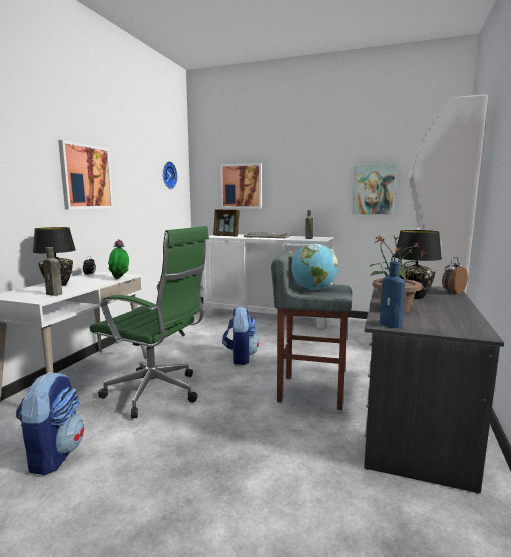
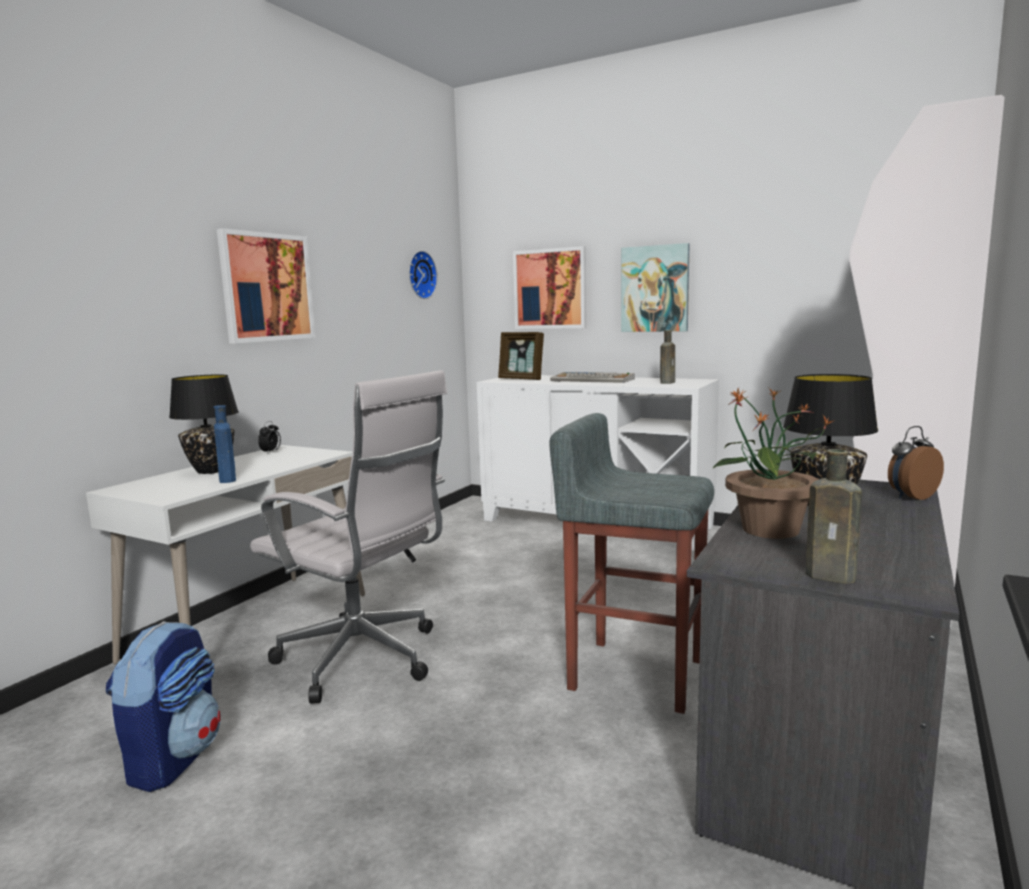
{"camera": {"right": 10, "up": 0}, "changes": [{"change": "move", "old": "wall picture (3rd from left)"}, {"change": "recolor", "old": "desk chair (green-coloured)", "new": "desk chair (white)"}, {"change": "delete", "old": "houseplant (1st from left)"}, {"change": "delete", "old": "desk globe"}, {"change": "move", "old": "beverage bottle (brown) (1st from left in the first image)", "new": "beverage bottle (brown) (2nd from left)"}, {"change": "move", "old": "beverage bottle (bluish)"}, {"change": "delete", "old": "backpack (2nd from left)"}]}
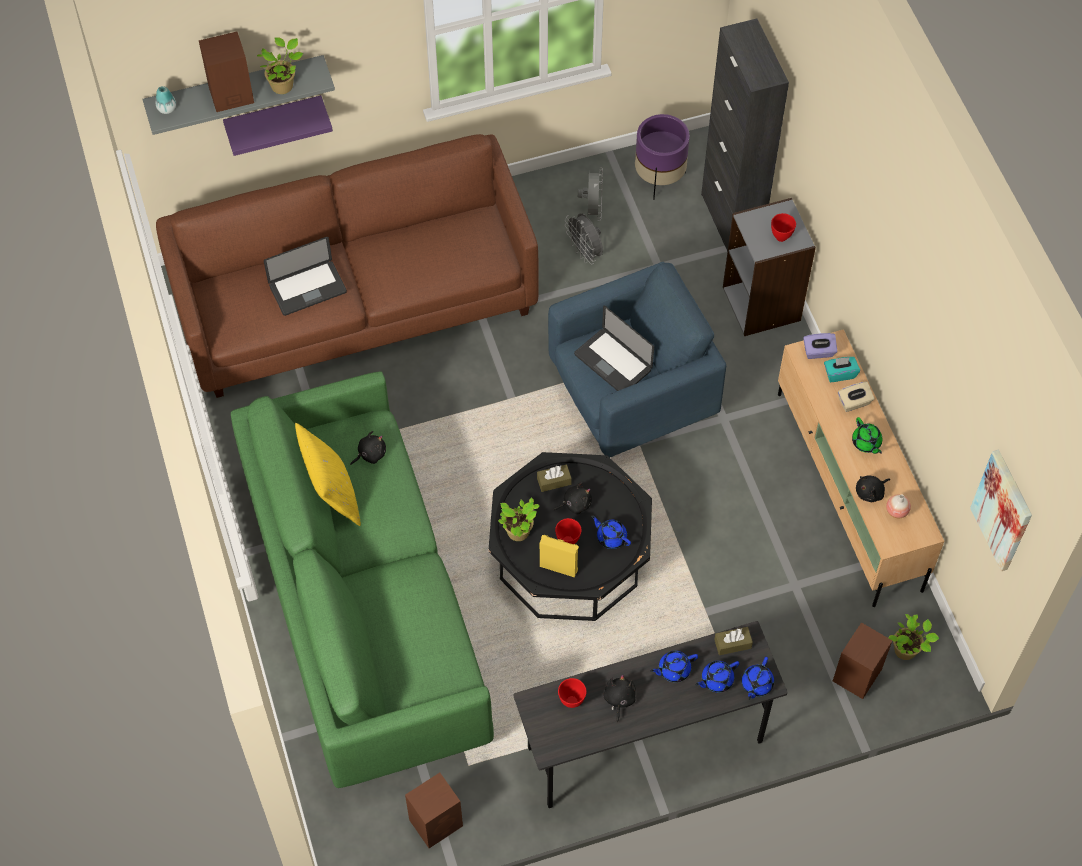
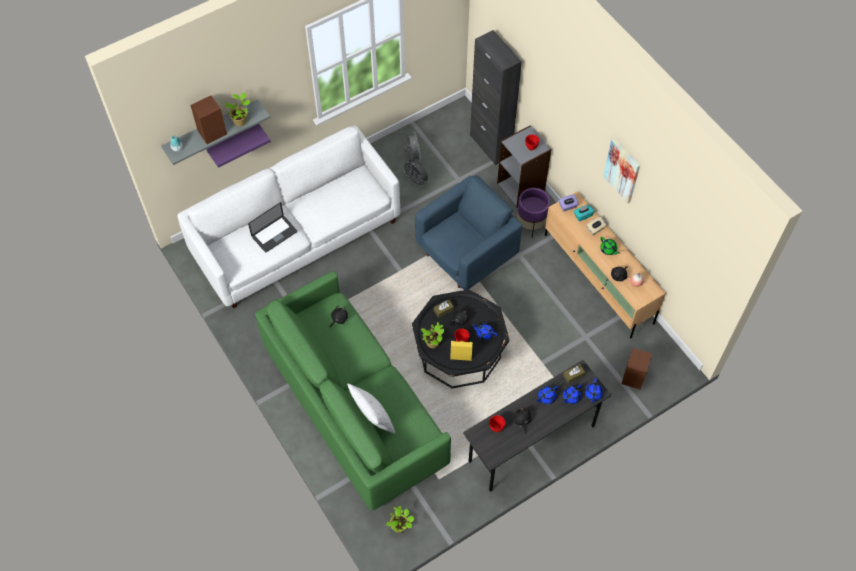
{"camera": {"right": -15, "up": 0}, "changes": [{"change": "move", "old": "flower pot (purplish)"}, {"change": "recolor", "old": "couch (brown)", "new": "couch (white)"}, {"change": "delete", "old": "portable computer (2nd from left)"}, {"change": "delete", "old": "throw pillow (yellow-coloured)"}, {"change": "move", "old": "wall picture"}, {"change": "move", "old": "houseplant (3rd from left in the first image)", "new": "houseplant (2nd from left)"}, {"change": "delete", "old": "speaker (brown) (2nd from left)"}, {"change": "insert", "new": "throw pillow (white)"}]}
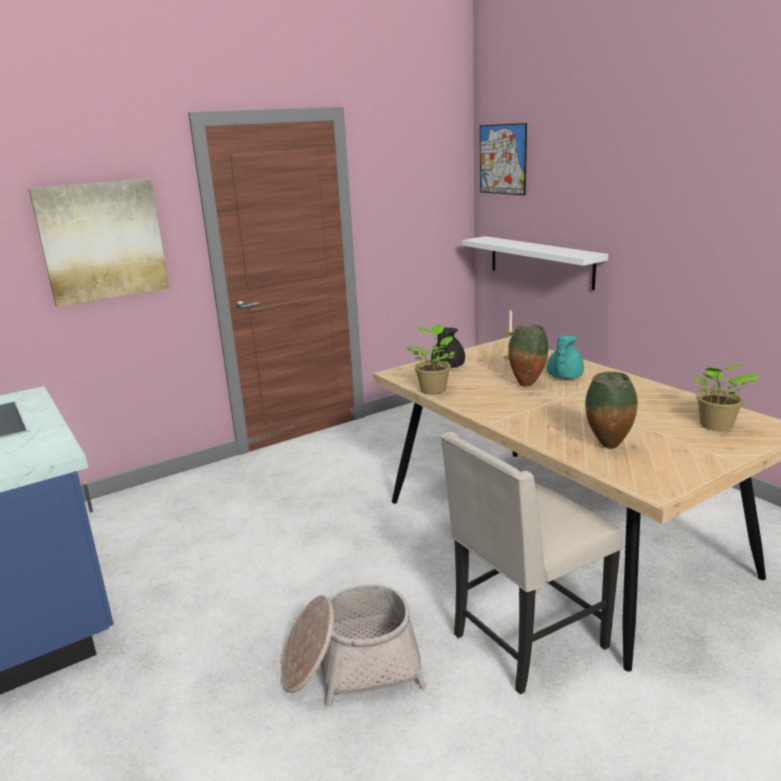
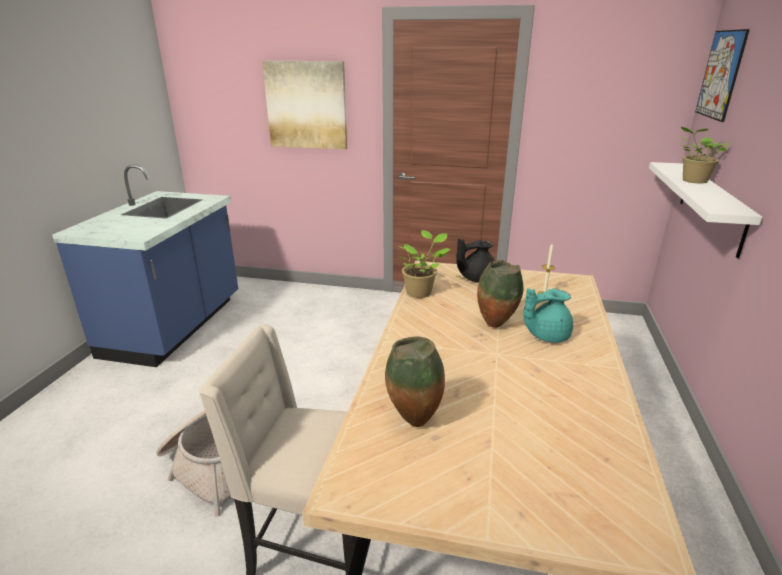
{"camera": {"right": 45, "up": 5}, "changes": [{"change": "move", "old": "houseplant (2nd from left)"}]}
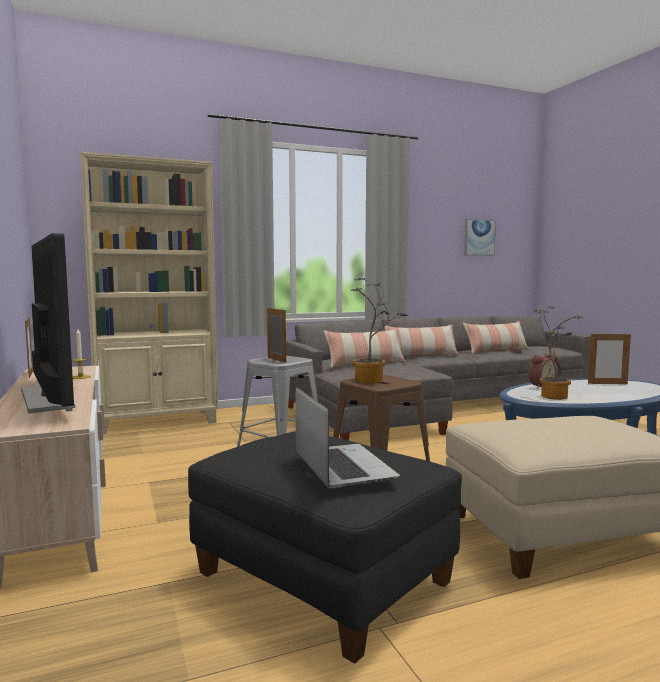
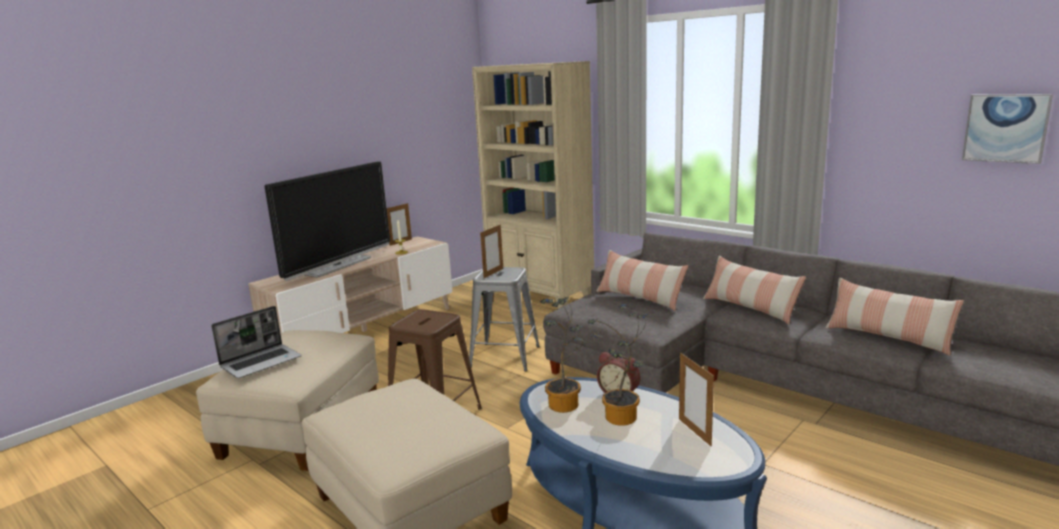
{"camera": {"right": 65, "up": 10}, "changes": [{"change": "move", "old": "houseplant (1st from left in the first image)", "new": "houseplant (2nd from left)"}, {"change": "recolor", "old": "ottoman (black-coloured)", "new": "ottoman (sand-coloured) (1st from left)"}]}
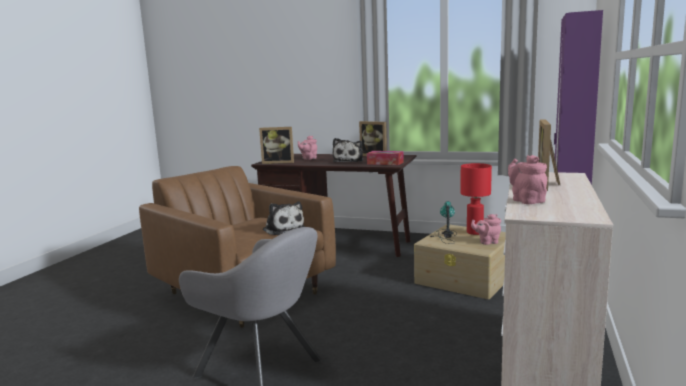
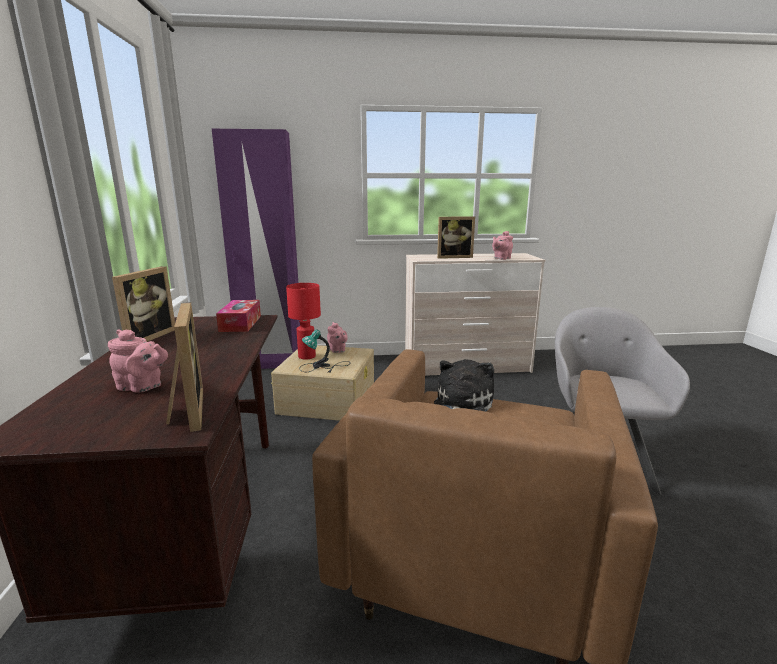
{"camera": {"right": -115, "up": 5}, "changes": [{"change": "delete", "old": "soft toy (2nd from left)"}]}
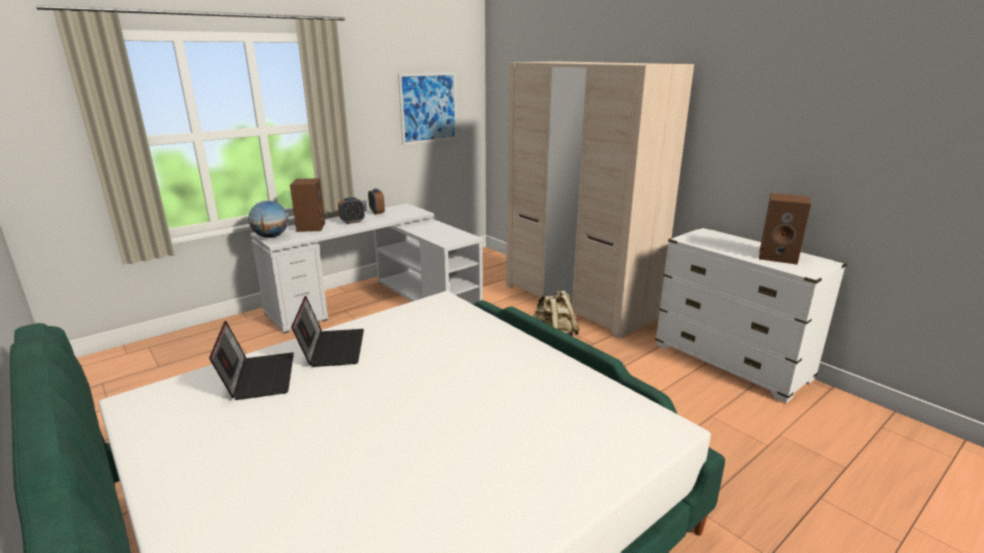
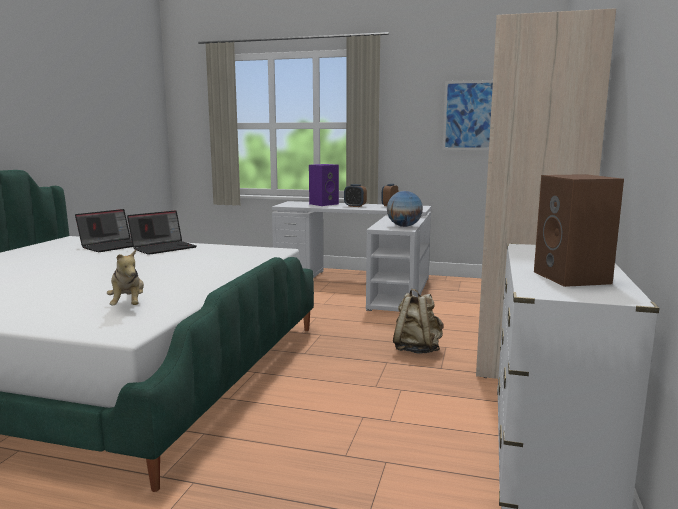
{"camera": {"right": 55, "up": -10}, "changes": [{"change": "recolor", "old": "speaker (brown) (1st from left)", "new": "speaker (purplish)"}, {"change": "move", "old": "desk globe"}, {"change": "insert", "new": "soft toy"}]}
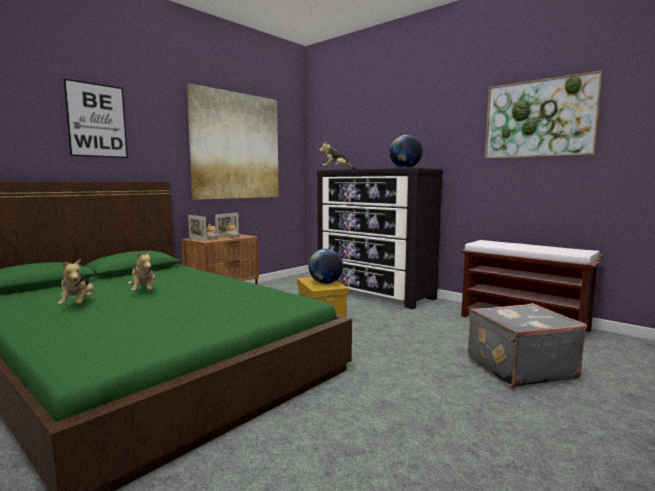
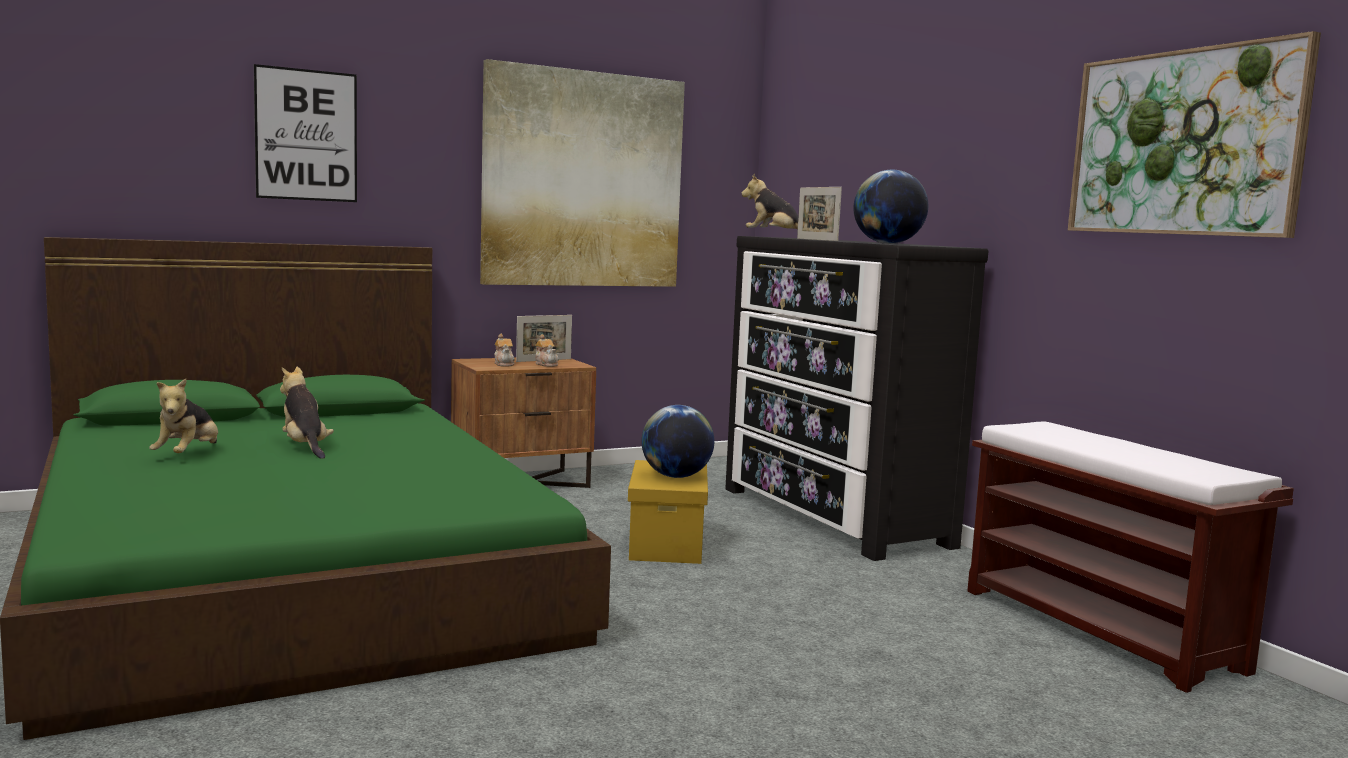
{"camera": {"right": 20, "up": 0}, "changes": [{"change": "move", "old": "standing frame (1st from left in the first image)", "new": "standing frame (2nd from left)"}, {"change": "rotate", "old": "soft toy (2nd from left)", "degrees": 150}, {"change": "delete", "old": "piece of luggage (gray)"}]}
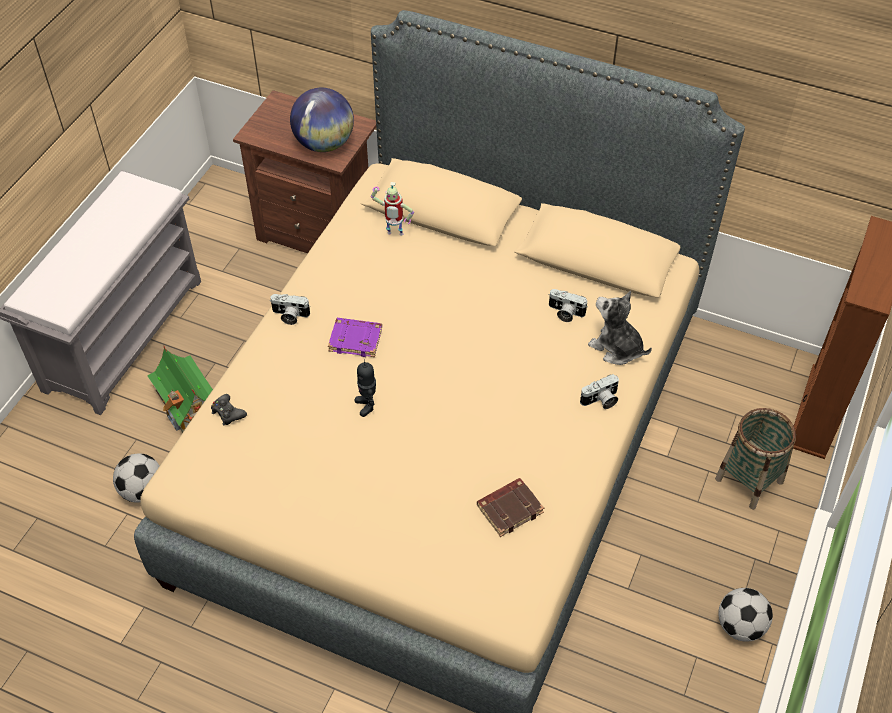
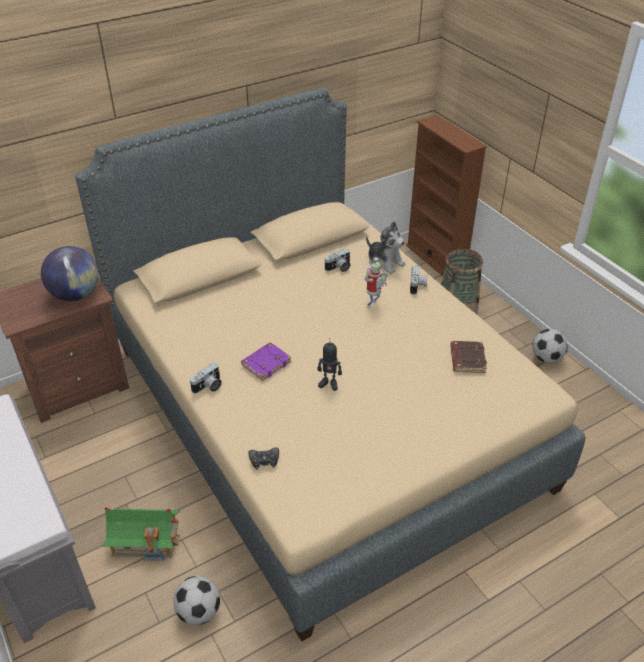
{"camera": {"right": -55, "up": -10}, "changes": [{"change": "move", "old": "model robot (2nd from left)"}, {"change": "rotate", "old": "soft toy", "degrees": -120}]}
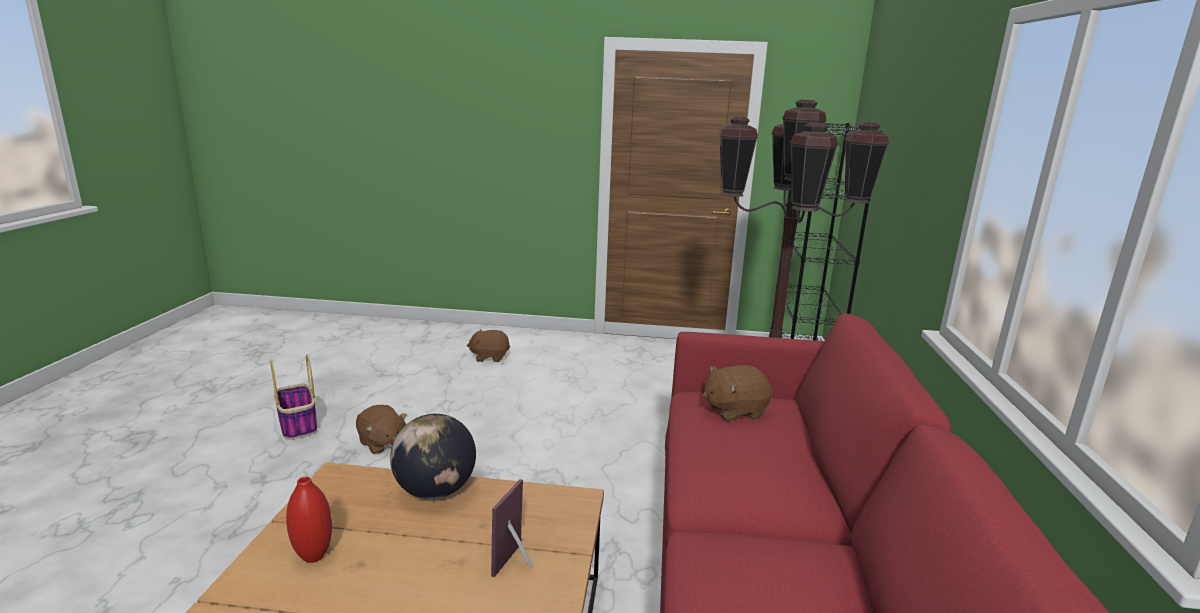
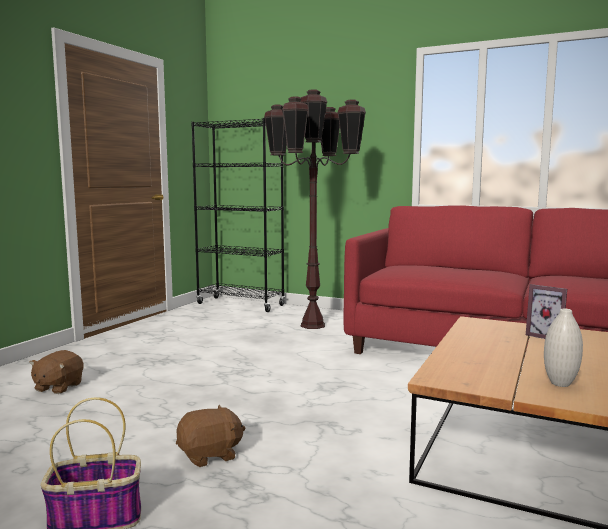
{"camera": {"right": -70, "up": -10}, "changes": [{"change": "delete", "old": "soft toy (brown) (3rd from left)"}, {"change": "delete", "old": "desk globe"}, {"change": "recolor", "old": "decorative vase (red-coloured)", "new": "decorative vase (white)"}]}
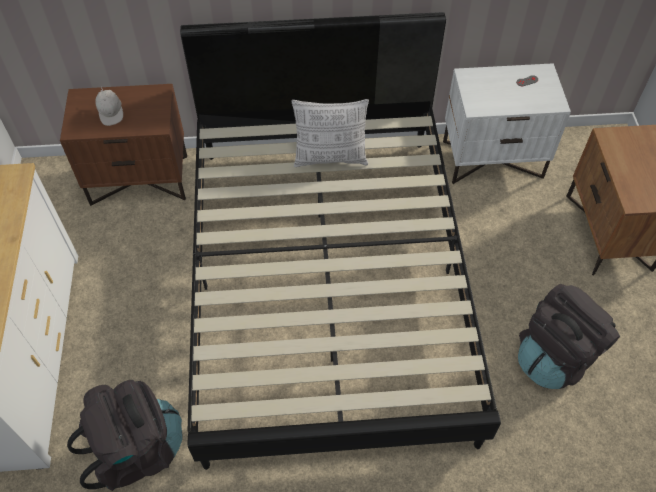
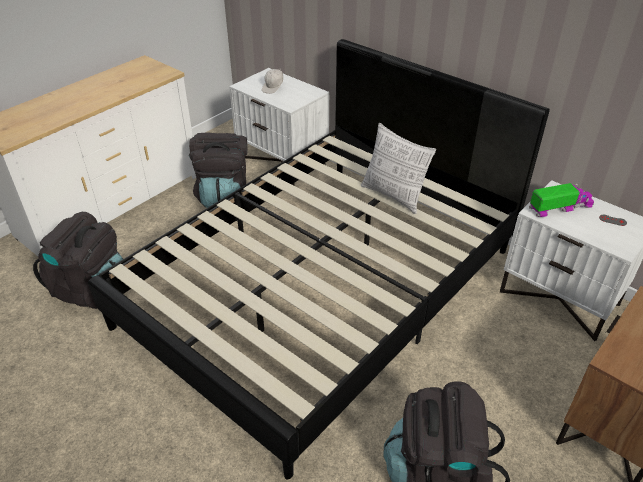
{"camera": {"right": 45, "up": -15}, "changes": [{"change": "recolor", "old": "night table (brown) (1st from left)", "new": "night table (white) (1st from left)"}, {"change": "insert", "new": "backpack (black-coloured) (2nd from left)"}, {"change": "insert", "new": "model truck"}]}
